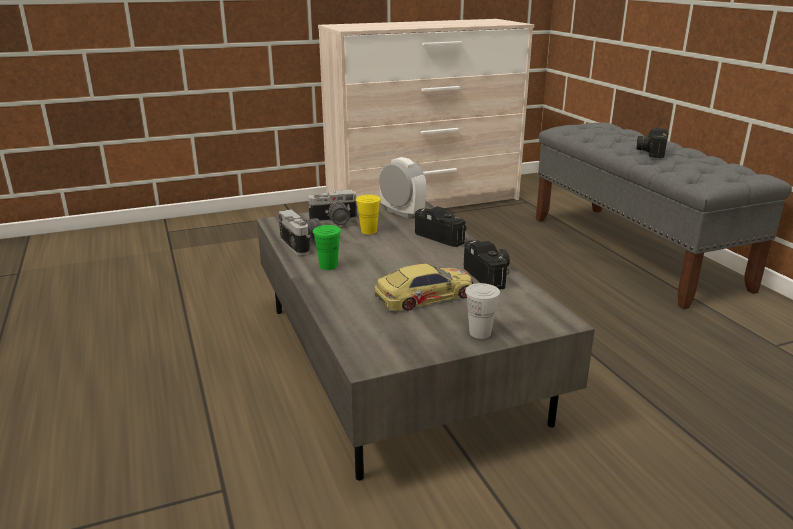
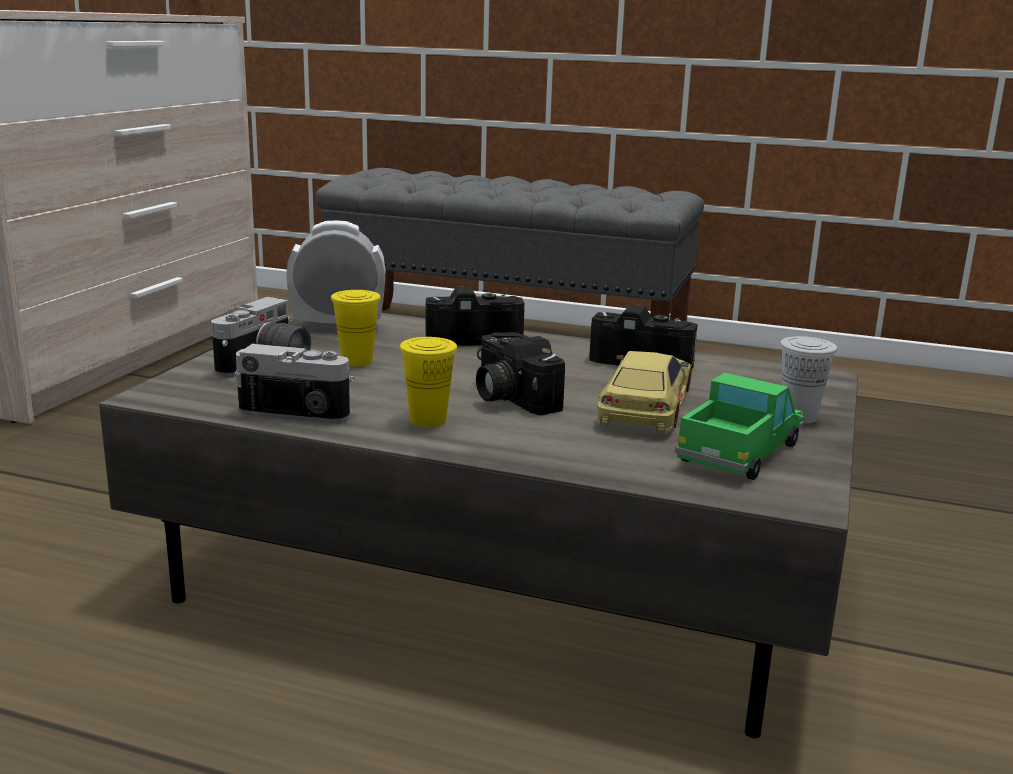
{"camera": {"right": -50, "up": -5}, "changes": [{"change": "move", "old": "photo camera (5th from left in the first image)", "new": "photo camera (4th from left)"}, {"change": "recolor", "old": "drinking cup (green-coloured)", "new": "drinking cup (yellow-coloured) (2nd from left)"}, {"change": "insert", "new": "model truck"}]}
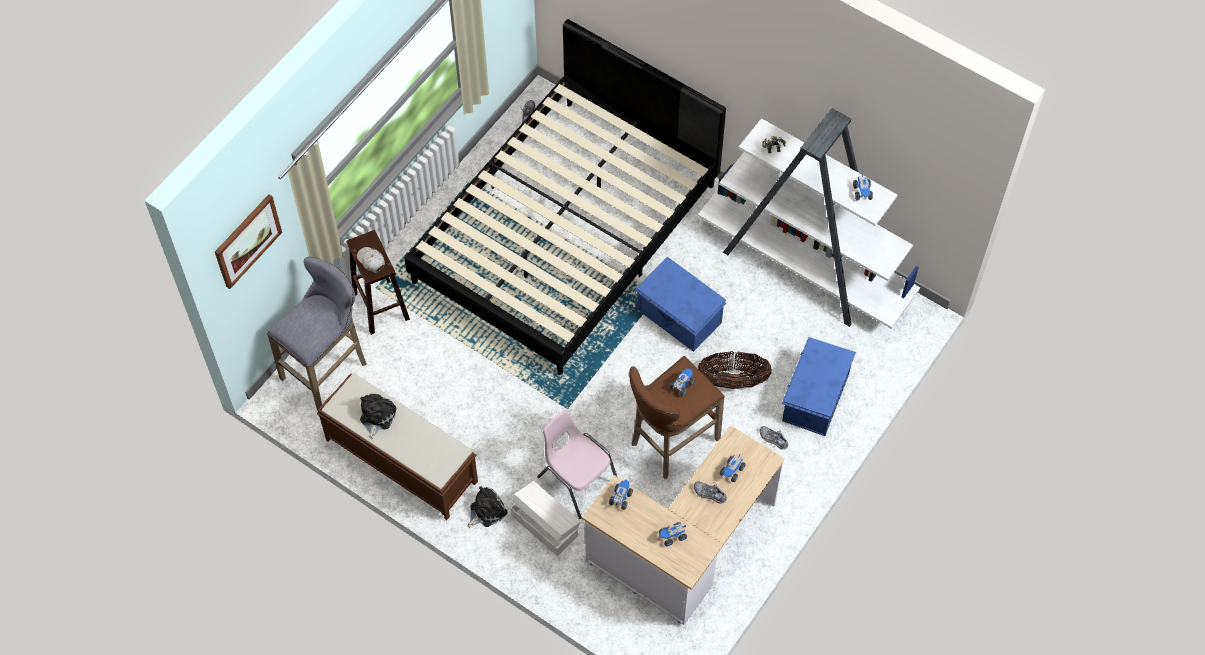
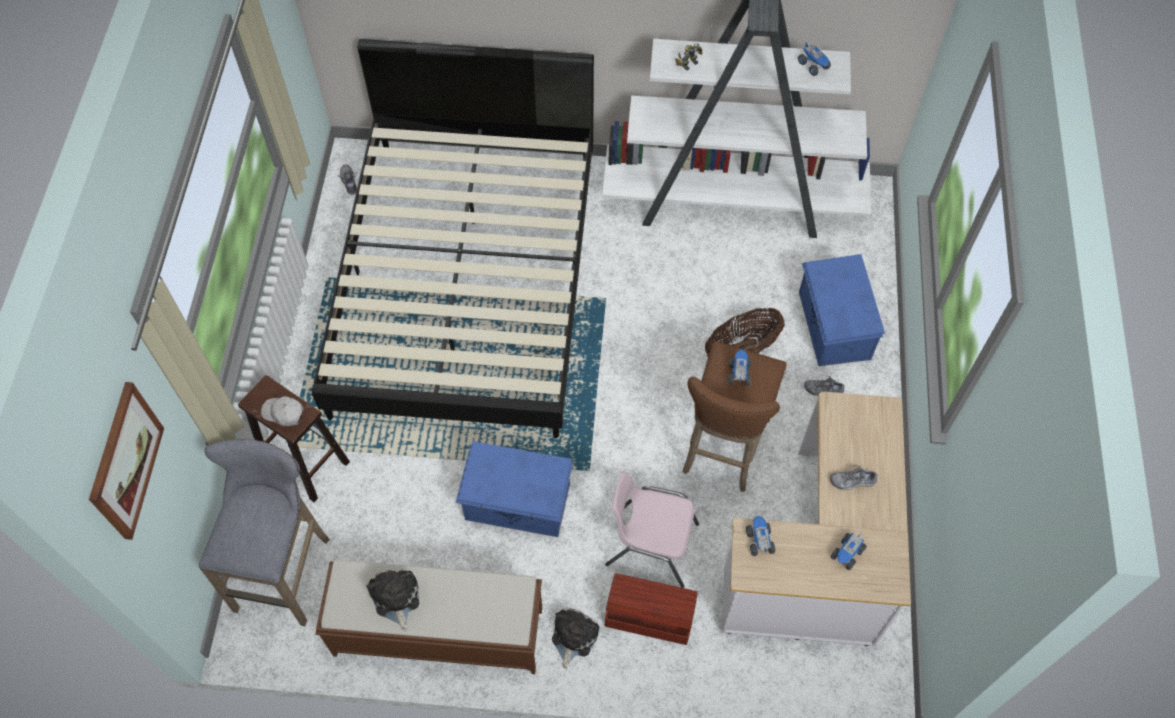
{"camera": {"right": -30, "up": 0}, "changes": [{"change": "move", "old": "storage box (bluish) (1st from left)"}, {"change": "delete", "old": "model truck (4th from left)"}, {"change": "recolor", "old": "storage box (white)", "new": "storage box (brown)"}]}
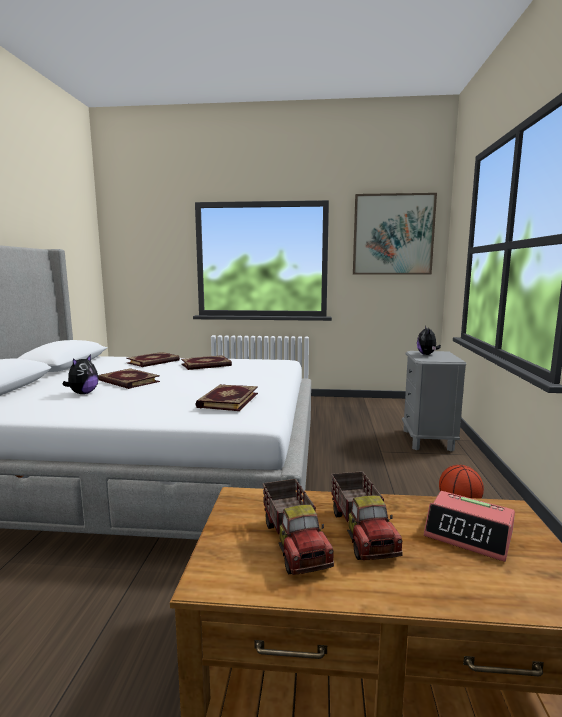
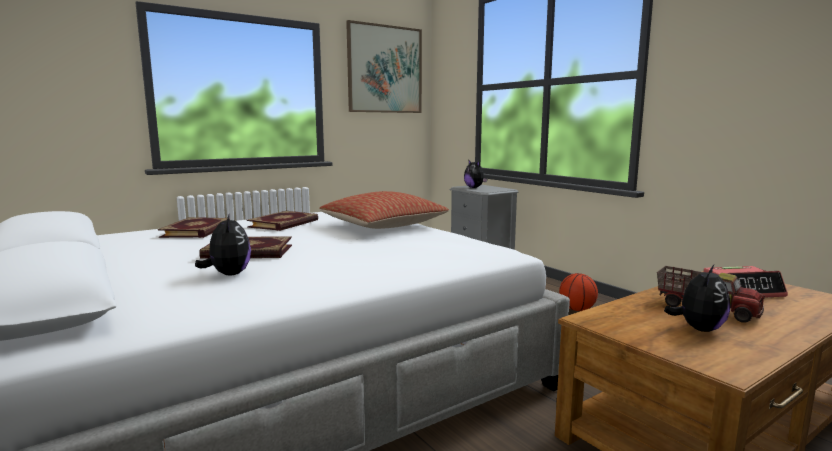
{"camera": {"right": -40, "up": 0}, "changes": [{"change": "delete", "old": "volume (4th from left)"}, {"change": "replace", "old": "model truck (1st from left)", "new": "soft toy (3rd from left)"}, {"change": "insert", "new": "throw pillow"}]}
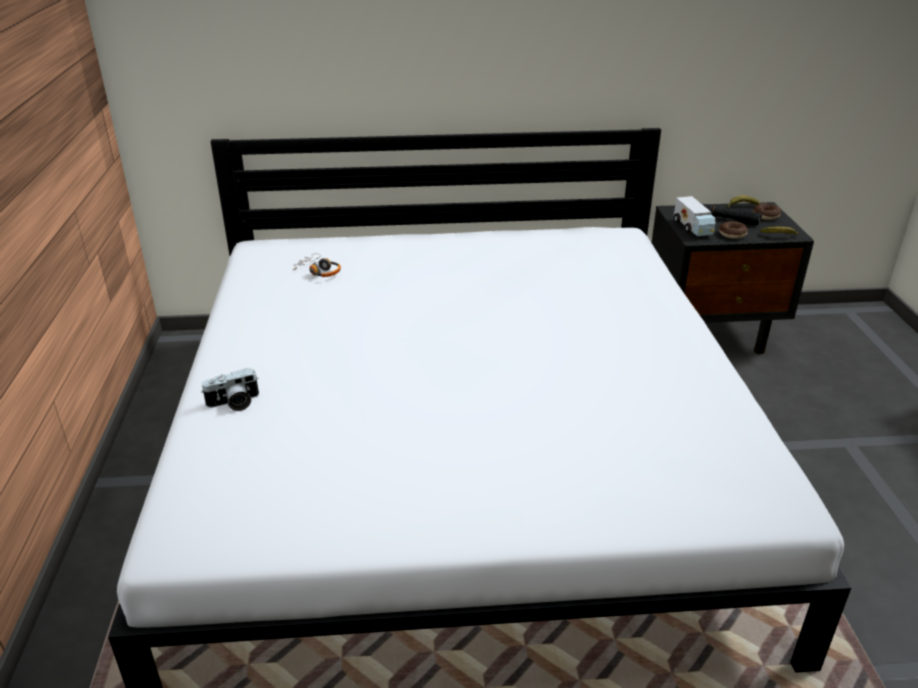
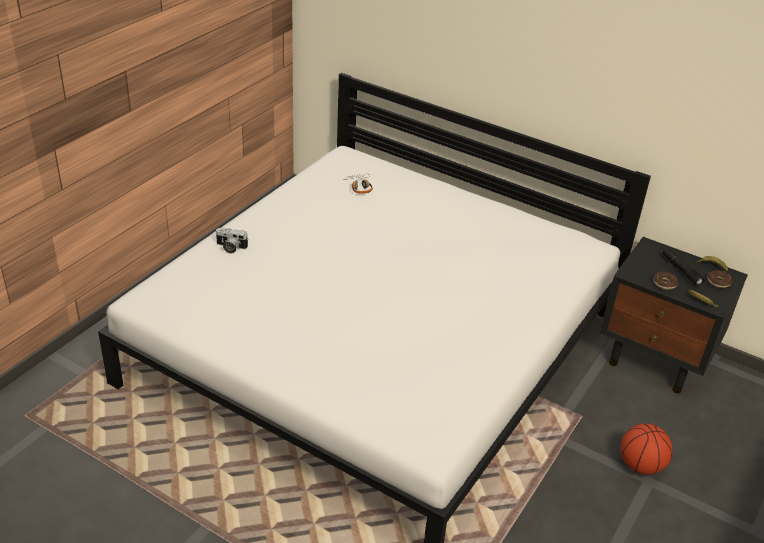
{"camera": {"right": 35, "up": 5}, "changes": [{"change": "delete", "old": "model truck"}, {"change": "insert", "new": "basketball ball"}]}
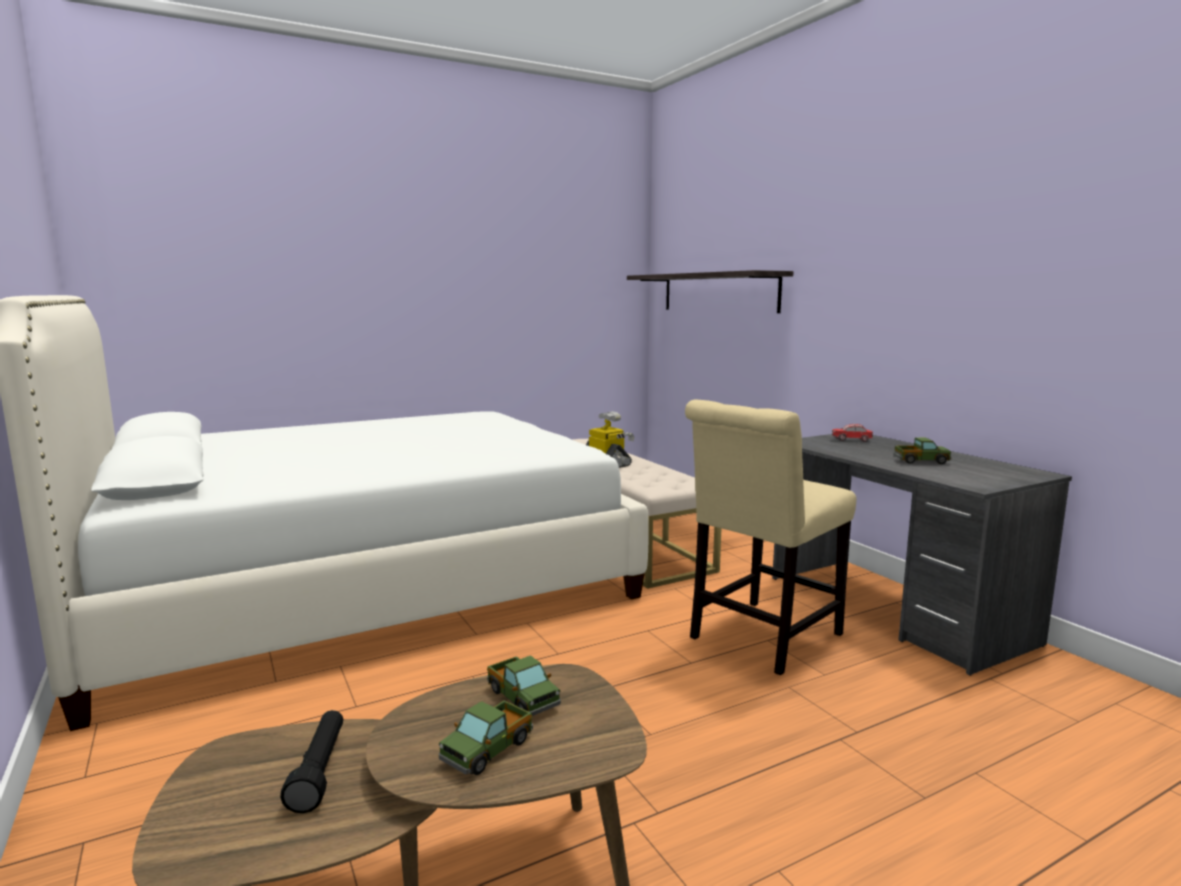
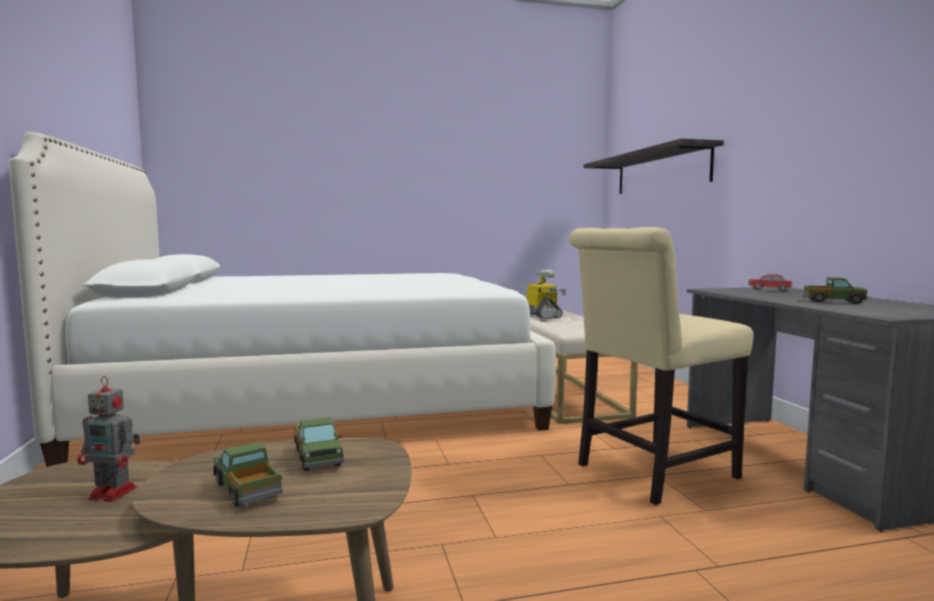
{"camera": {"right": 15, "up": -5}, "changes": [{"change": "rotate", "old": "model truck (1st from left)", "degrees": 90}, {"change": "replace", "old": "flashlight (black-coloured)", "new": "model robot (1st from left)"}]}
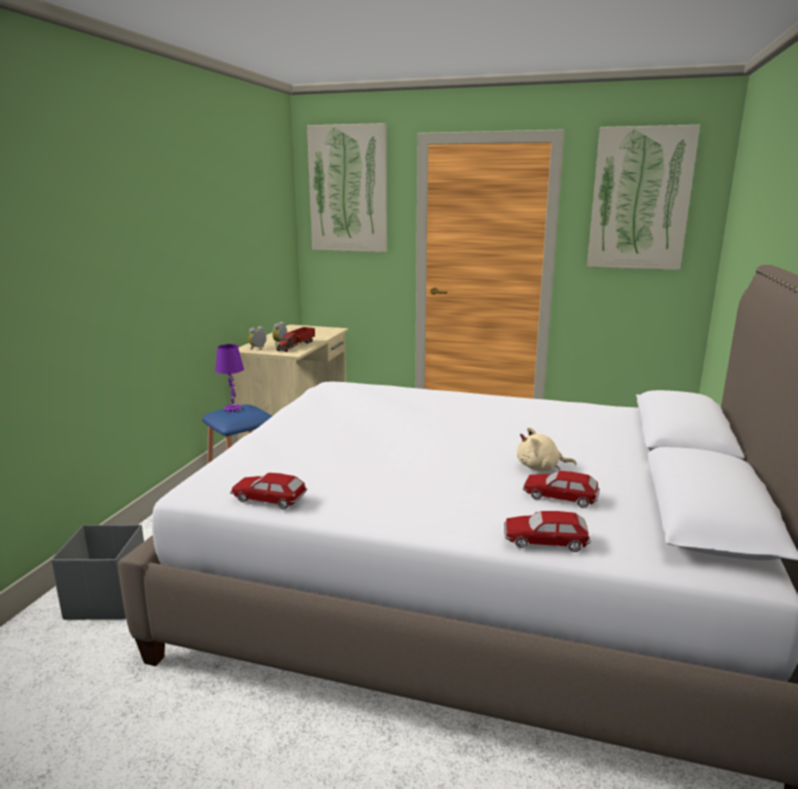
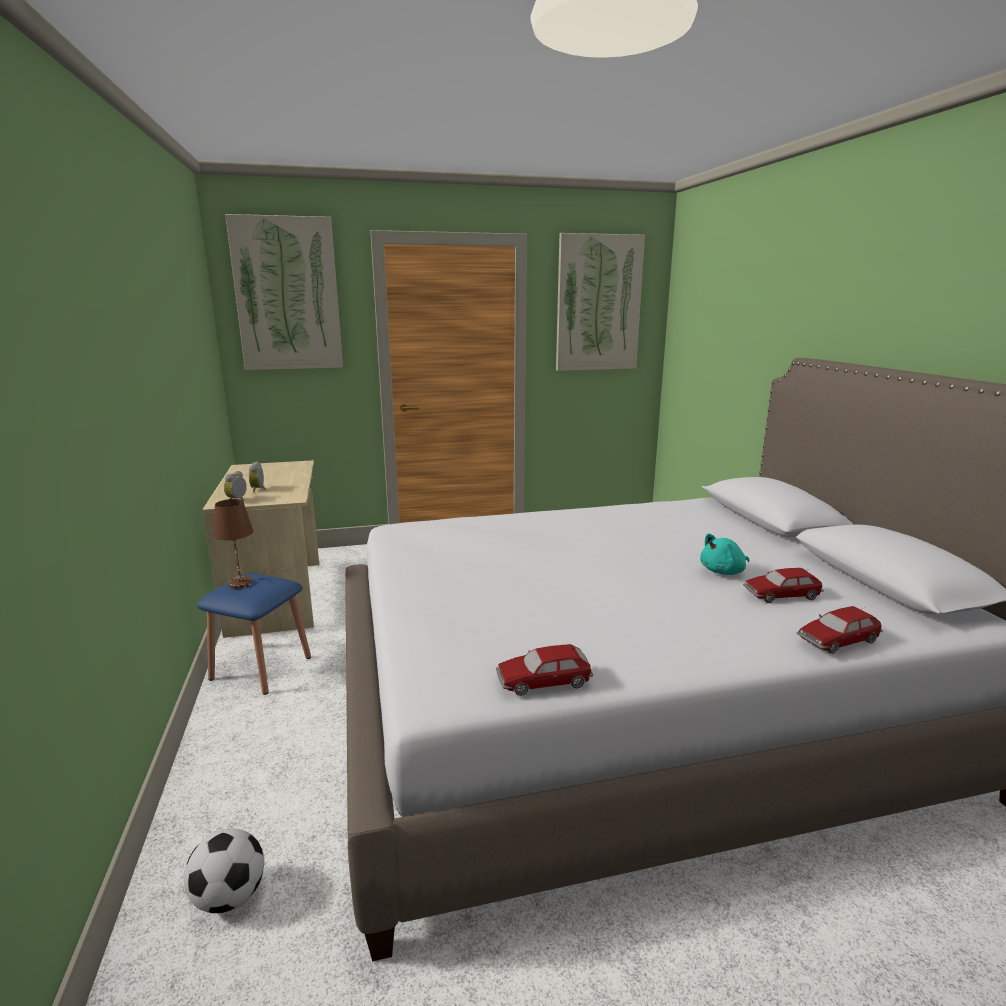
{"camera": {"right": -30, "up": 0}, "changes": [{"change": "delete", "old": "model truck"}, {"change": "recolor", "old": "lamp for a table (purplish)", "new": "lamp for a table (brown)"}, {"change": "recolor", "old": "soft toy (sand-coloured)", "new": "soft toy (turquoise-coloured)"}, {"change": "replace", "old": "storage box (gray)", "new": "football"}]}
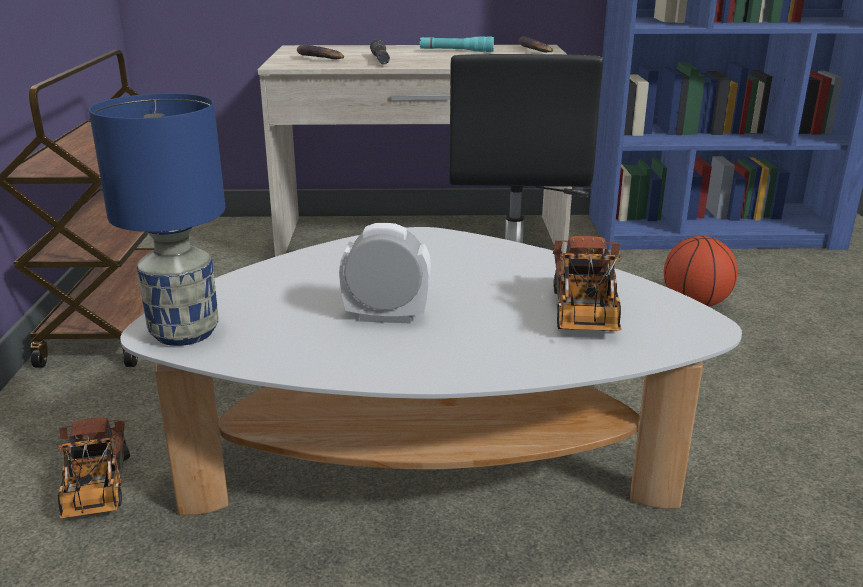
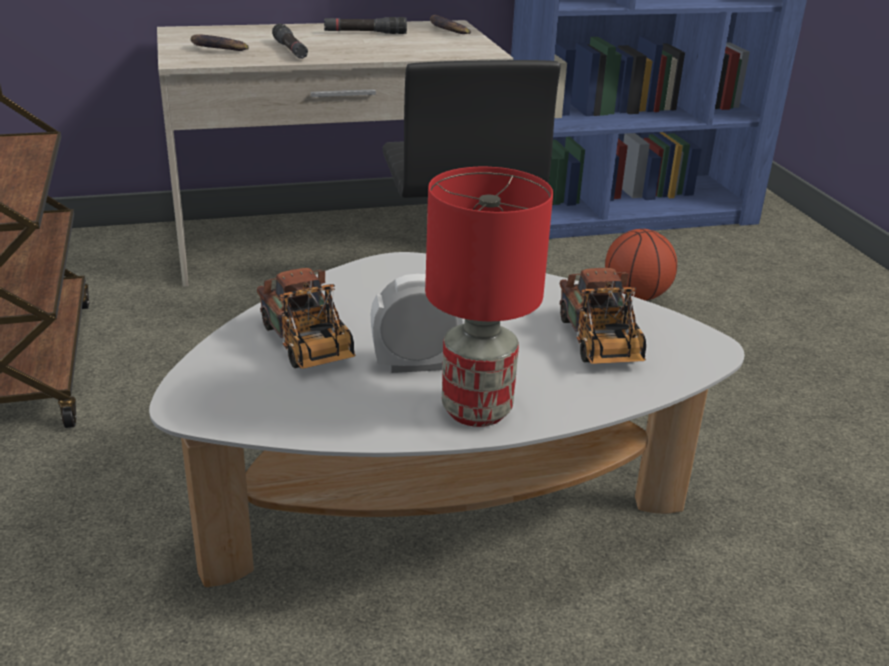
{"camera": {"right": -15, "up": 5}, "changes": [{"change": "recolor", "old": "flashlight (turquoise-coloured)", "new": "flashlight (black-coloured) (2nd from left)"}, {"change": "delete", "old": "lamp for a table (bluish)"}, {"change": "move", "old": "model truck (1st from left)"}, {"change": "insert", "new": "lamp for a table (red-coloured)"}]}
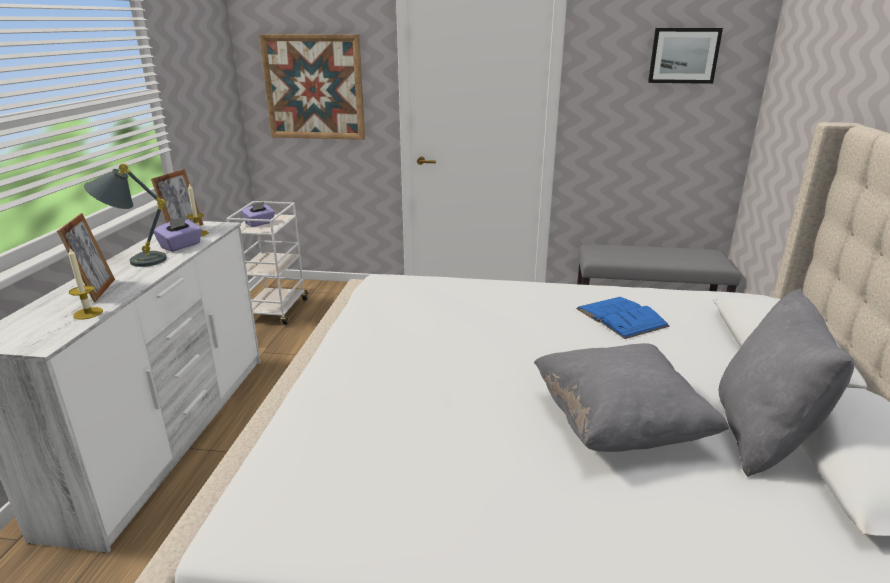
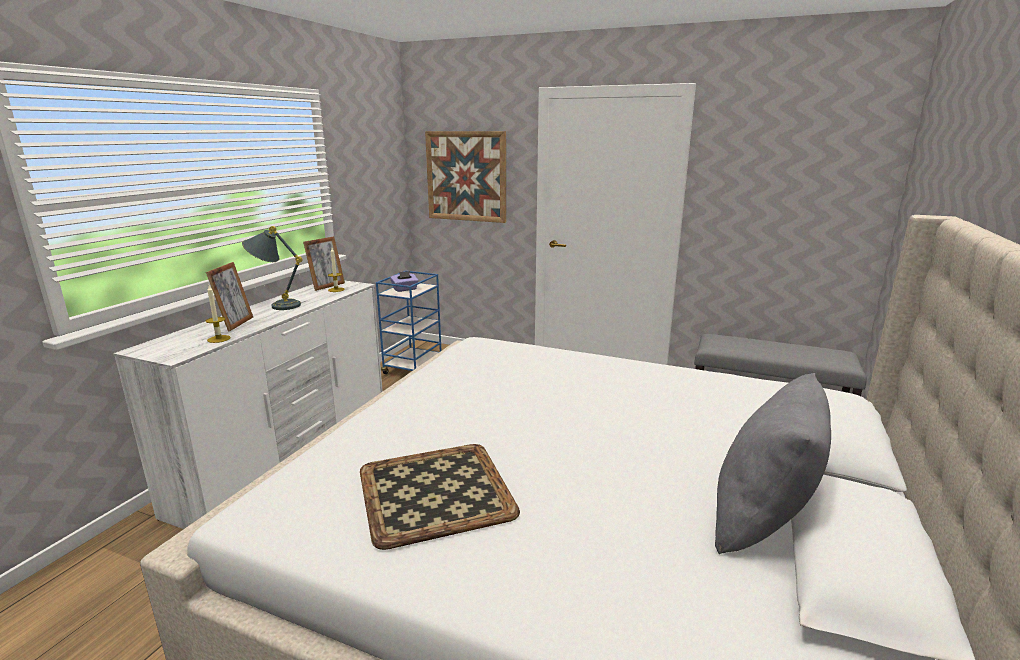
{"camera": {"right": 15, "up": -5}, "changes": [{"change": "delete", "old": "wall picture (2nd from left)"}, {"change": "recolor", "old": "trolley (white)", "new": "trolley (bluish)"}, {"change": "delete", "old": "tissue box (purplish) (1st from left)"}, {"change": "delete", "old": "volume (bluish)"}, {"change": "delete", "old": "throw pillow (gray) (1st from left)"}, {"change": "insert", "new": "serving tray"}]}
